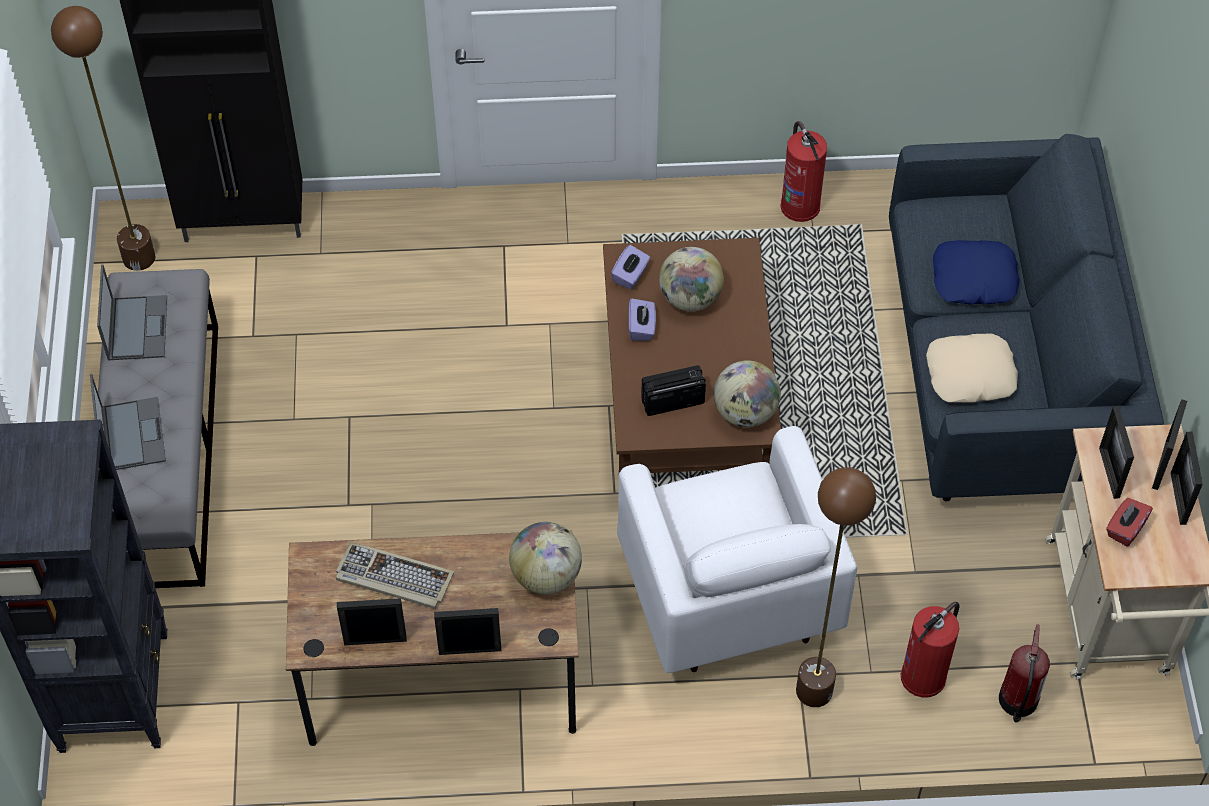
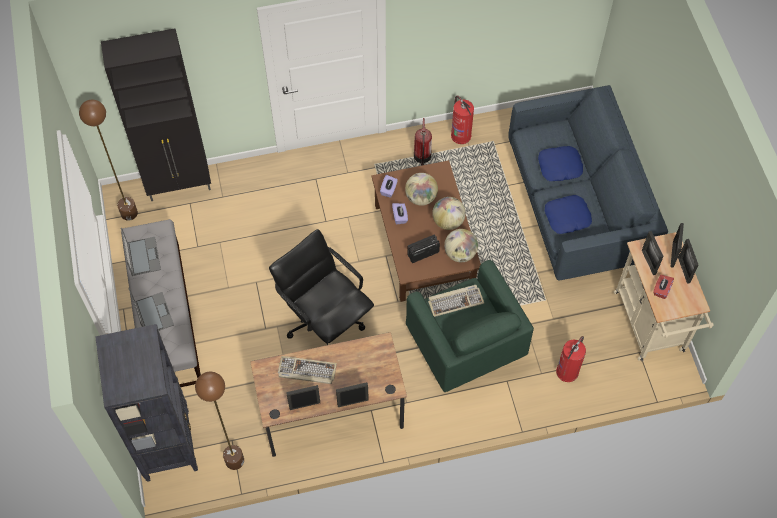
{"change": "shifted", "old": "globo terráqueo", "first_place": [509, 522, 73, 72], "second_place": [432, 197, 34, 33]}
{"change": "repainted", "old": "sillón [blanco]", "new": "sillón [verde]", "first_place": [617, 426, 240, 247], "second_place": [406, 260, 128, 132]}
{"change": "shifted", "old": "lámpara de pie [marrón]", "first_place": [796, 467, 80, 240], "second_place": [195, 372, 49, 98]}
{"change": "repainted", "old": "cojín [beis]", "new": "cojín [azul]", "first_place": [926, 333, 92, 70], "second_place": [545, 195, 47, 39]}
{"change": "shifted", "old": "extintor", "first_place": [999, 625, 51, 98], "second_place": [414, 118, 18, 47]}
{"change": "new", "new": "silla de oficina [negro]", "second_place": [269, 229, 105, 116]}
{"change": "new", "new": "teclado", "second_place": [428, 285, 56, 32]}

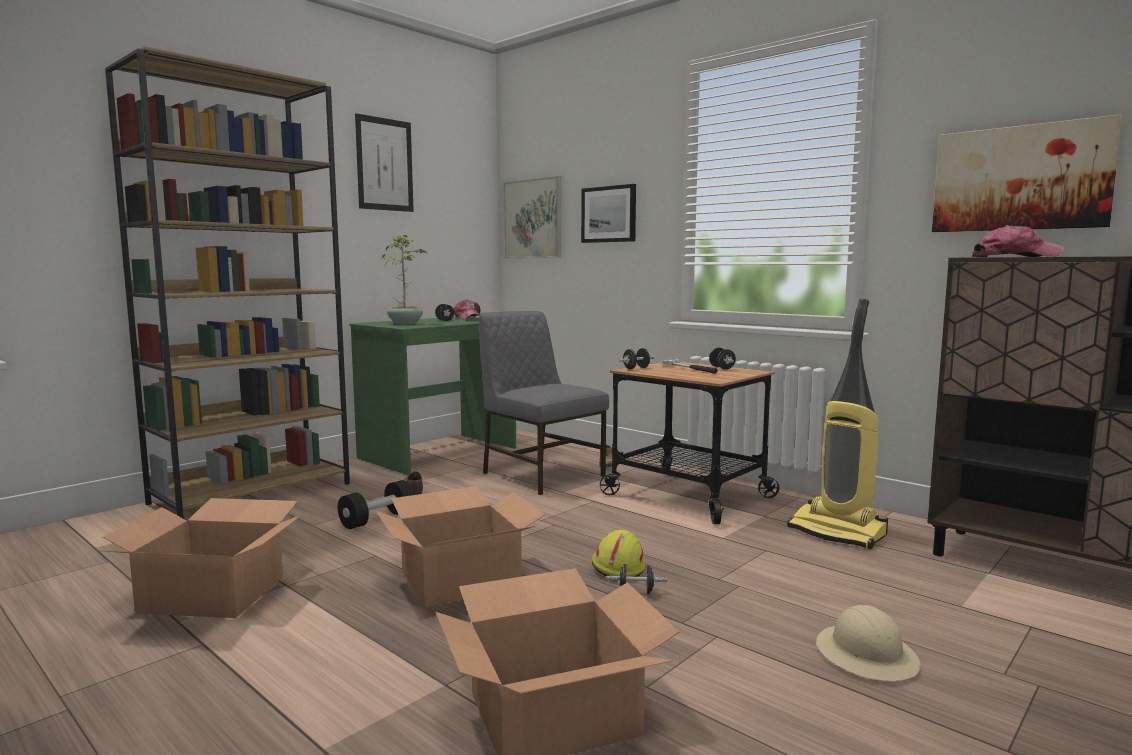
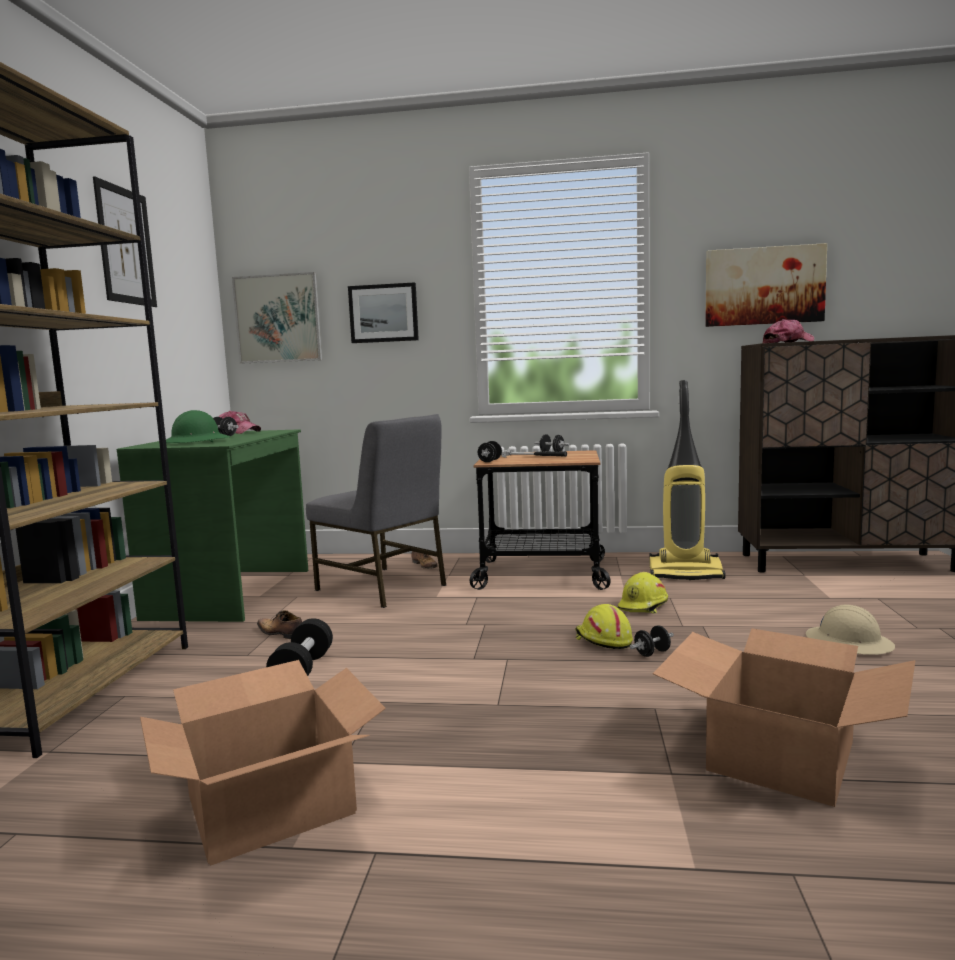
{"change": "gone", "old": "caja de cartón", "first_place": [375, 486, 170, 121]}
{"change": "swapped", "old": "planta en maceta", "new": "casco [verde]", "first_place": [382, 235, 45, 89], "second_place": [166, 410, 64, 33]}
{"change": "rotated", "old": "silla [gris]", "first_place": [479, 311, 130, 184], "second_place": [306, 414, 140, 194], "degrees": -150}
{"change": "new", "new": "casco [amarillo]", "second_place": [618, 572, 50, 42]}

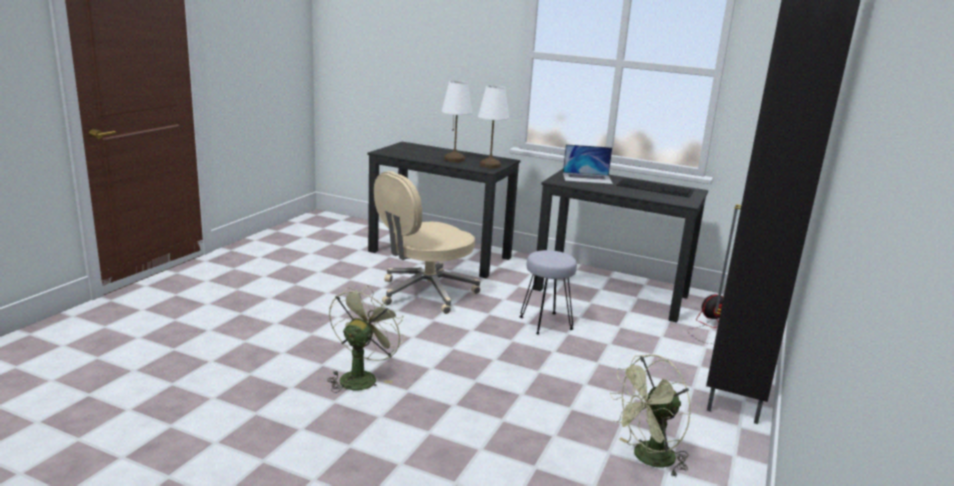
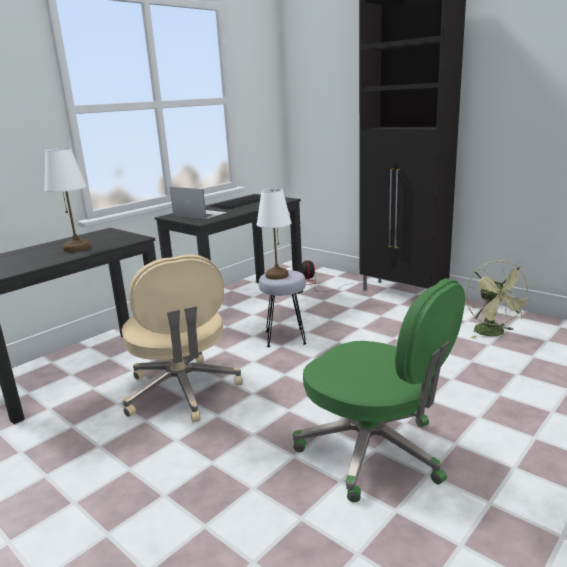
{"change": "swapped", "old": "ventilador [verde]", "new": "silla de oficina [verde]", "first_place": [327, 285, 79, 108], "second_place": [293, 278, 172, 224]}
{"change": "shifted", "old": "lámpara de mesa [blanco]", "first_place": [478, 85, 31, 83], "second_place": [257, 188, 35, 92]}
{"change": "rotated", "old": "portátil", "first_place": [563, 144, 50, 40], "second_place": [170, 187, 57, 32], "degrees": -75}

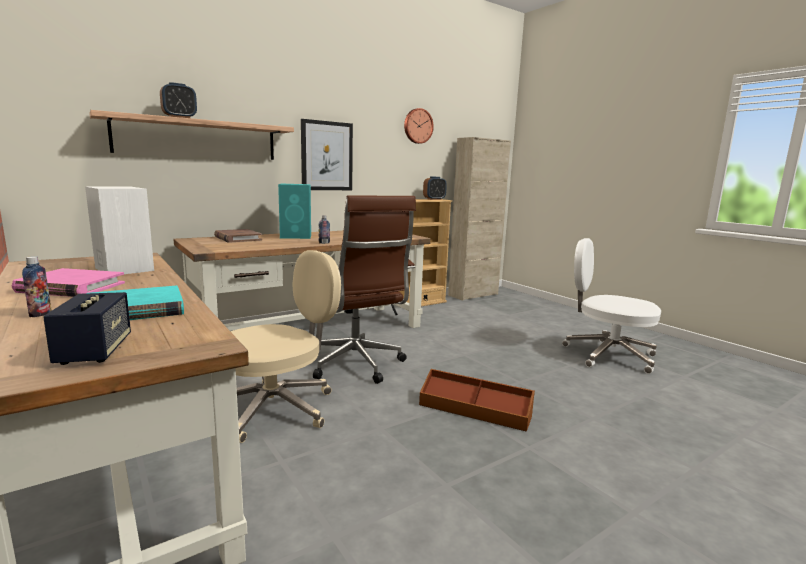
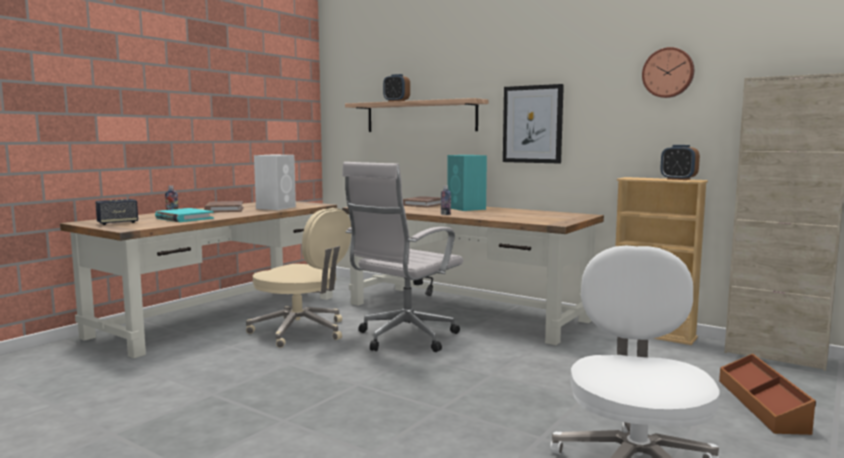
{"change": "repainted", "old": "libro [rosa]", "new": "libro [marrón]", "first_place": [12, 268, 113, 29], "second_place": [204, 201, 39, 12]}
{"change": "repainted", "old": "silla de oficina [marrón]", "new": "silla de oficina [blanco]", "first_place": [313, 195, 103, 189], "second_place": [342, 162, 121, 190]}
{"change": "shifted", "old": "caja de almacenaje [marrón]", "first_place": [419, 369, 116, 63], "second_place": [719, 354, 97, 81]}

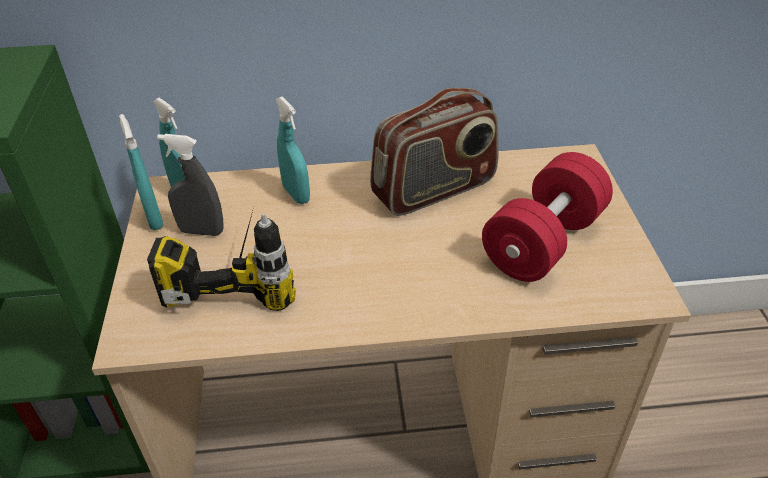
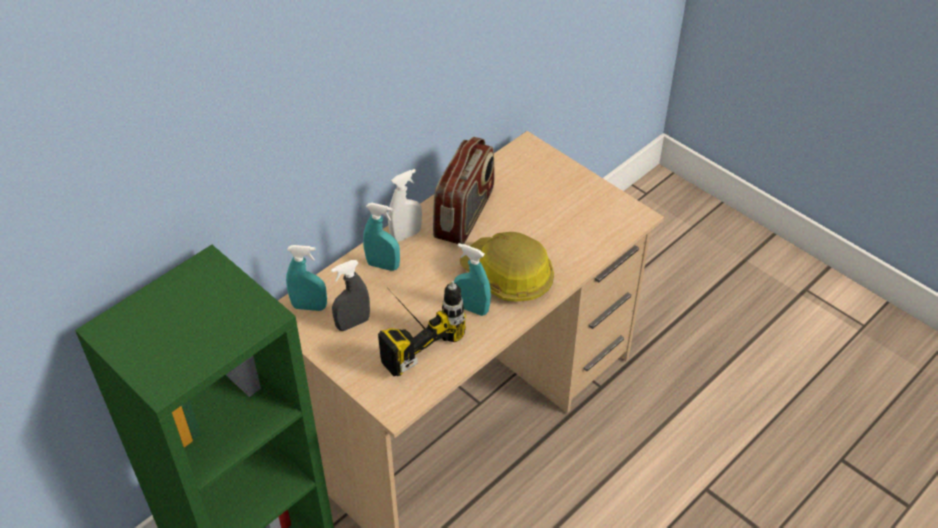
{"change": "shifted", "old": "pulverizador [turquesa]", "first_place": [119, 114, 45, 116], "second_place": [454, 243, 37, 73]}
{"change": "gone", "old": "mancuerna [rojo]", "first_place": [482, 152, 131, 130]}
{"change": "new", "new": "pulverizador [blanco]", "second_place": [388, 169, 34, 73]}
{"change": "new", "new": "casco", "second_place": [460, 232, 94, 70]}

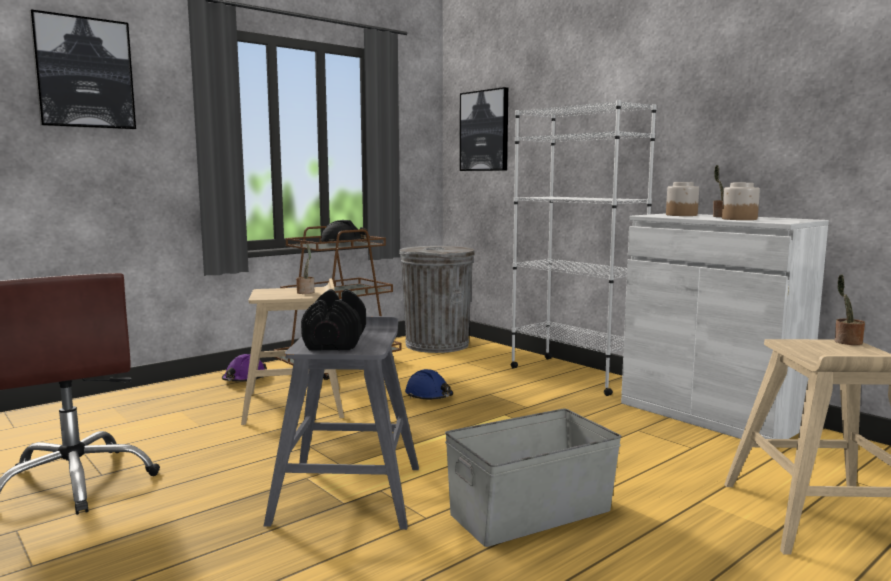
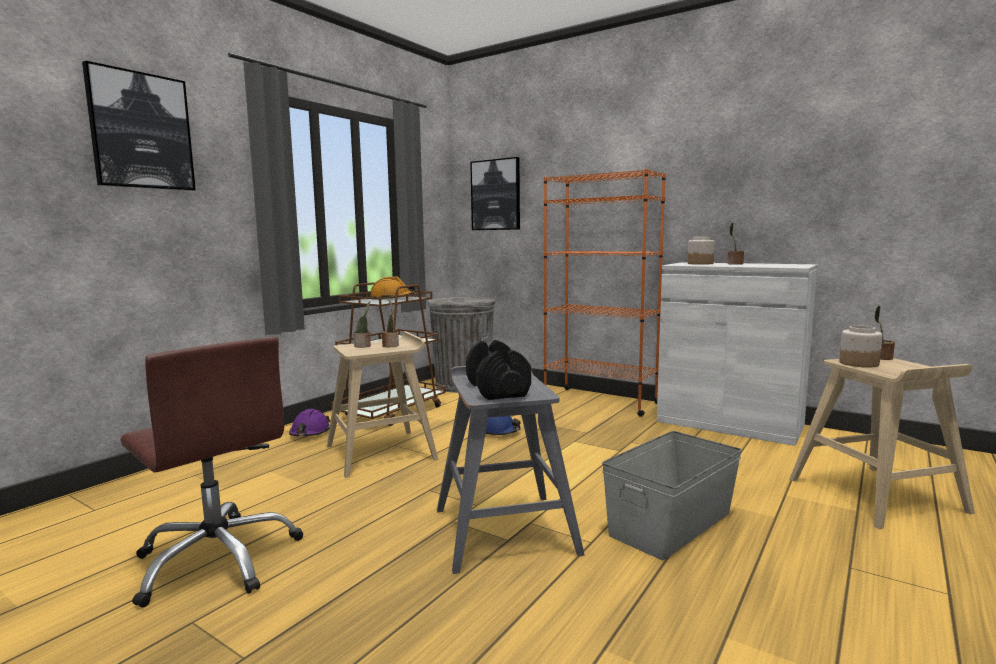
{"change": "repainted", "old": "casco [negro]", "new": "casco [naranja]", "first_place": [321, 220, 46, 24], "second_place": [370, 276, 45, 22]}
{"change": "repainted", "old": "estantería [blanco]", "new": "estantería [naranja]", "first_place": [510, 100, 147, 296], "second_place": [543, 169, 123, 248]}
{"change": "shifted", "old": "tarro", "first_place": [722, 183, 38, 37], "second_place": [839, 325, 43, 43]}
{"change": "new", "new": "planta en maceta", "second_place": [353, 301, 18, 47]}

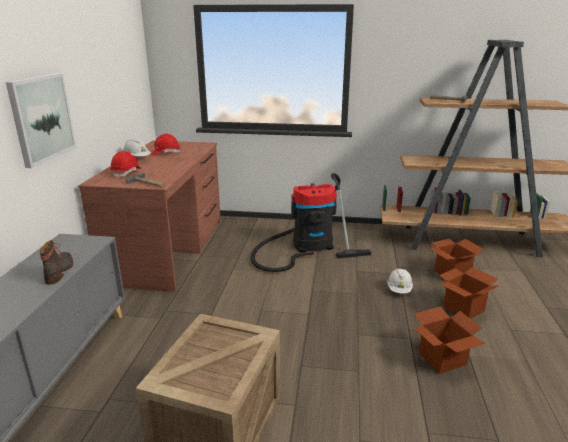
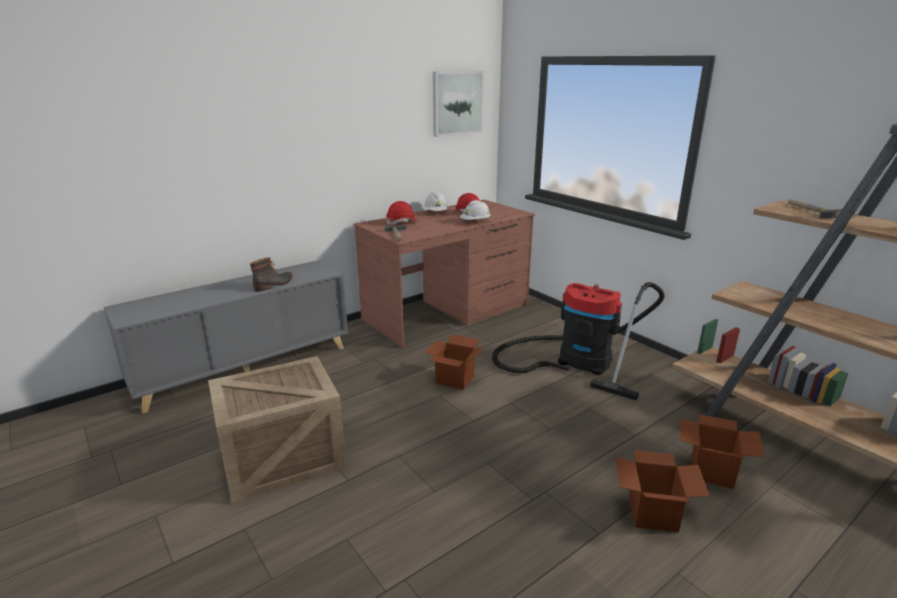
{"change": "shifted", "old": "cuadro", "first_place": [6, 73, 70, 95], "second_place": [433, 71, 51, 66]}
{"change": "shifted", "old": "casco [blanco]", "first_place": [387, 269, 26, 24], "second_place": [460, 200, 30, 20]}
{"change": "shifted", "old": "caja de cartón", "first_place": [413, 307, 73, 67], "second_place": [425, 334, 59, 56]}

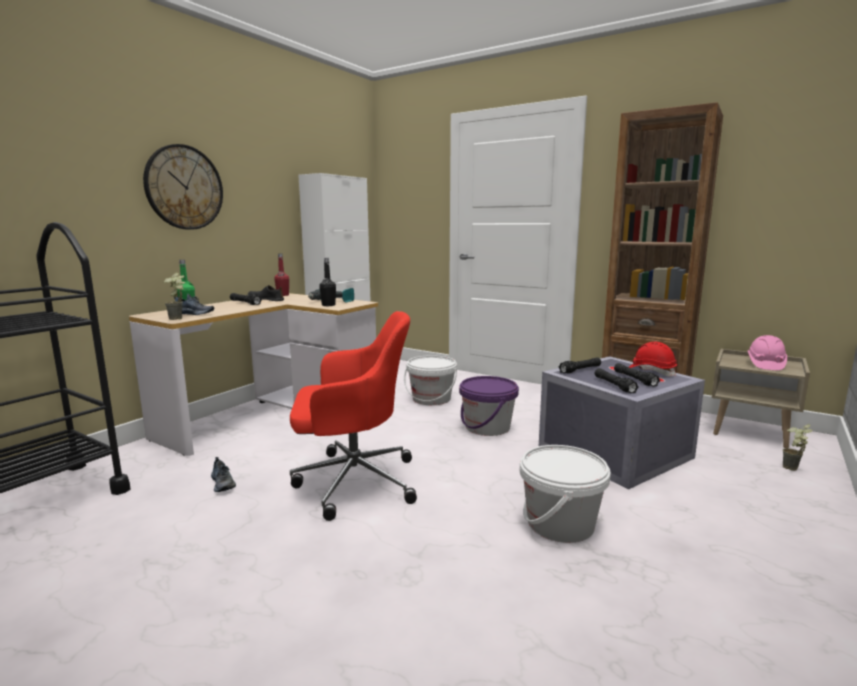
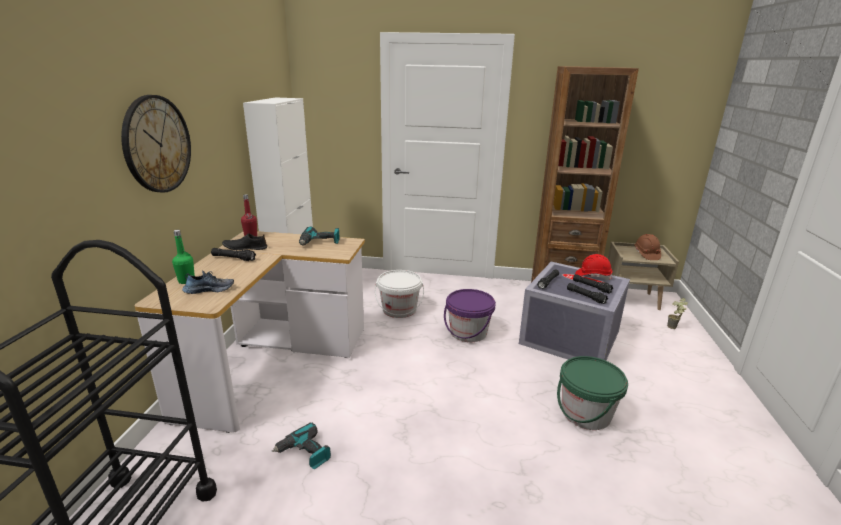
{"change": "gone", "old": "planta en maceta", "first_place": [164, 273, 21, 47]}
{"change": "swapped", "old": "zapato", "new": "taladro", "first_place": [211, 457, 25, 35], "second_place": [272, 423, 59, 46]}
{"change": "gone", "old": "silla de oficina [rojo]", "first_place": [290, 311, 127, 210]}
{"change": "gone", "old": "botella [negro]", "first_place": [319, 258, 17, 48]}
{"change": "repainted", "old": "cubo [blanco]", "new": "cubo [verde]", "first_place": [520, 445, 91, 98], "second_place": [557, 356, 71, 74]}
{"change": "repainted", "old": "casco [rosa]", "new": "casco [marrón]", "first_place": [747, 335, 40, 35], "second_place": [634, 234, 27, 26]}

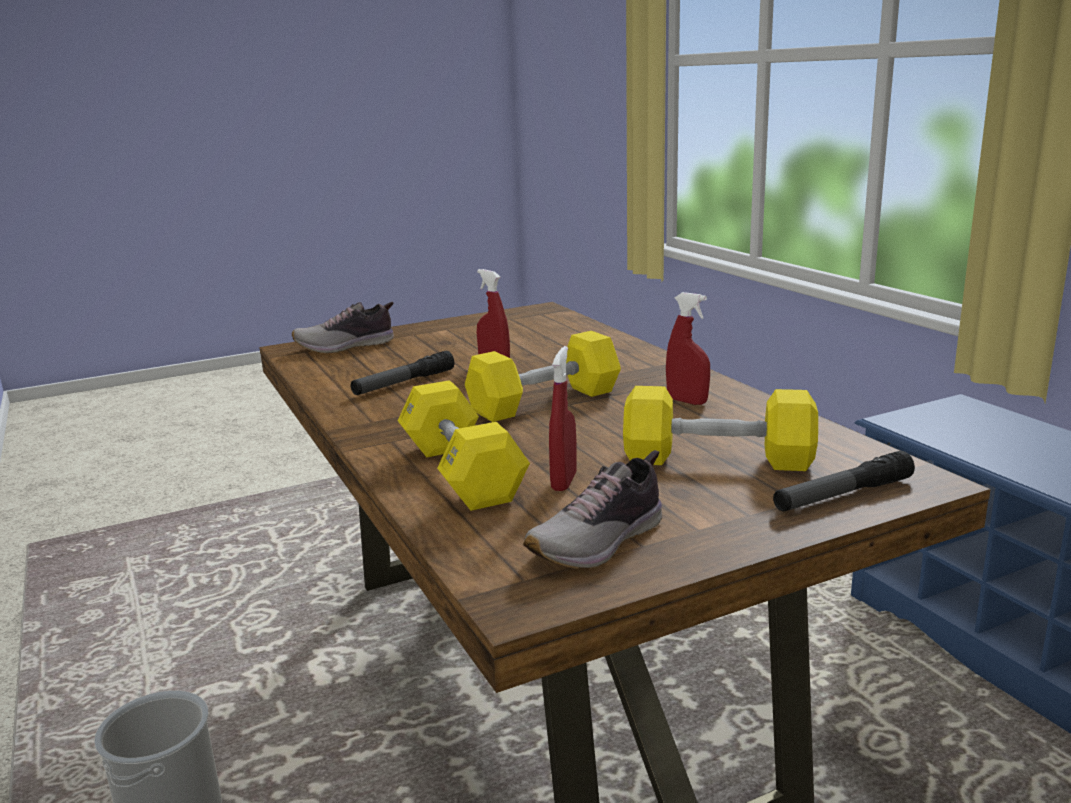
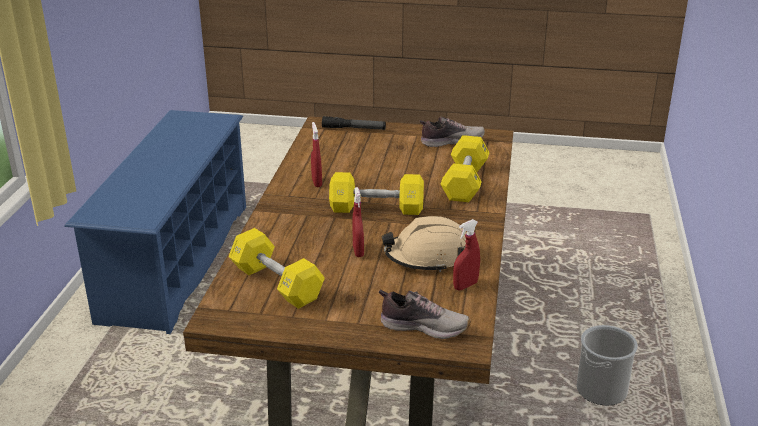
{"change": "swapped", "old": "linterna", "new": "casco [beis]", "first_place": [351, 351, 103, 44], "second_place": [382, 216, 85, 56]}
{"change": "shifted", "old": "pulverizador [rojo]", "first_place": [549, 346, 28, 145], "second_place": [453, 219, 27, 71]}
{"change": "shifted", "old": "mancuerna [amarillo]", "first_place": [623, 386, 195, 85], "second_place": [228, 228, 97, 81]}

